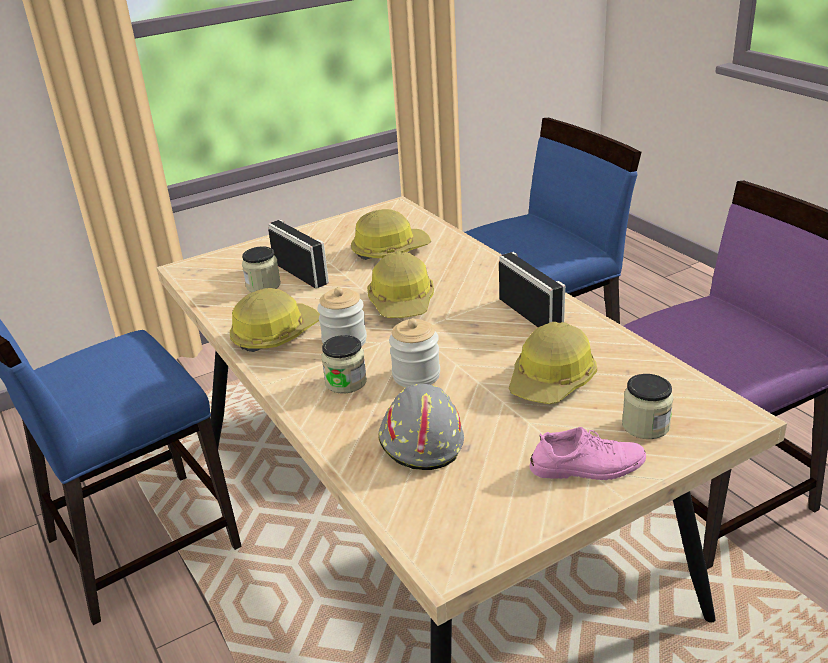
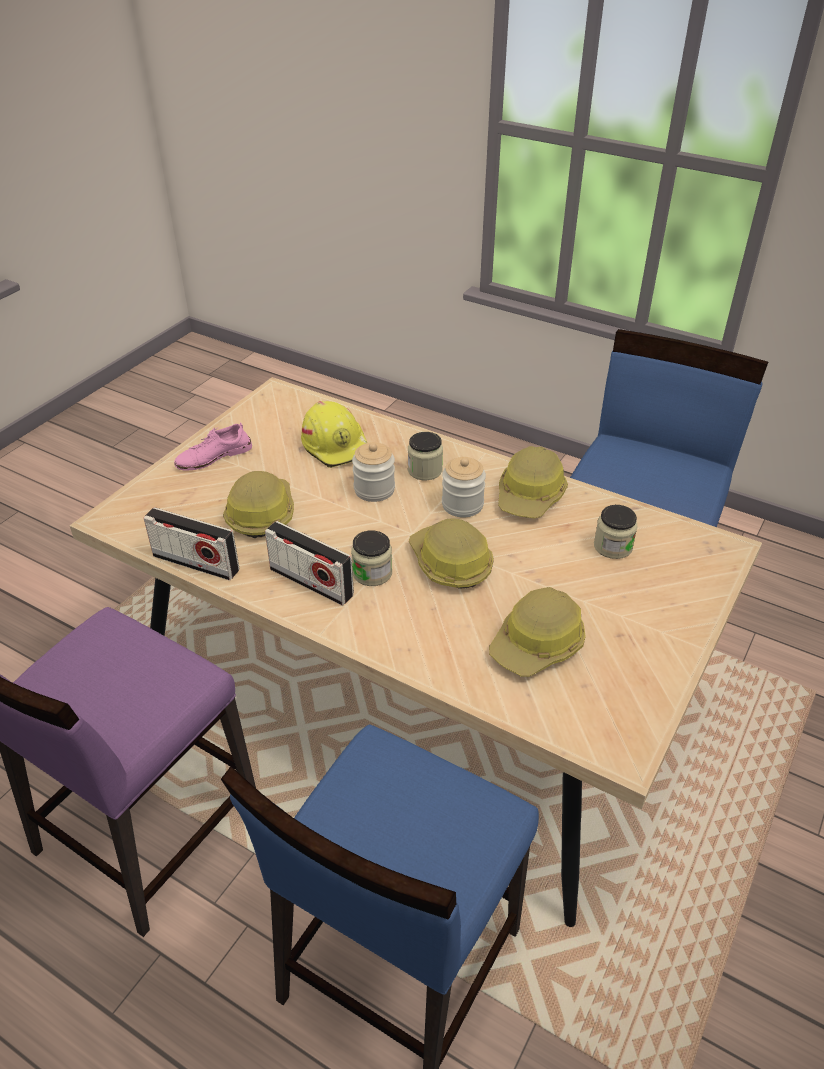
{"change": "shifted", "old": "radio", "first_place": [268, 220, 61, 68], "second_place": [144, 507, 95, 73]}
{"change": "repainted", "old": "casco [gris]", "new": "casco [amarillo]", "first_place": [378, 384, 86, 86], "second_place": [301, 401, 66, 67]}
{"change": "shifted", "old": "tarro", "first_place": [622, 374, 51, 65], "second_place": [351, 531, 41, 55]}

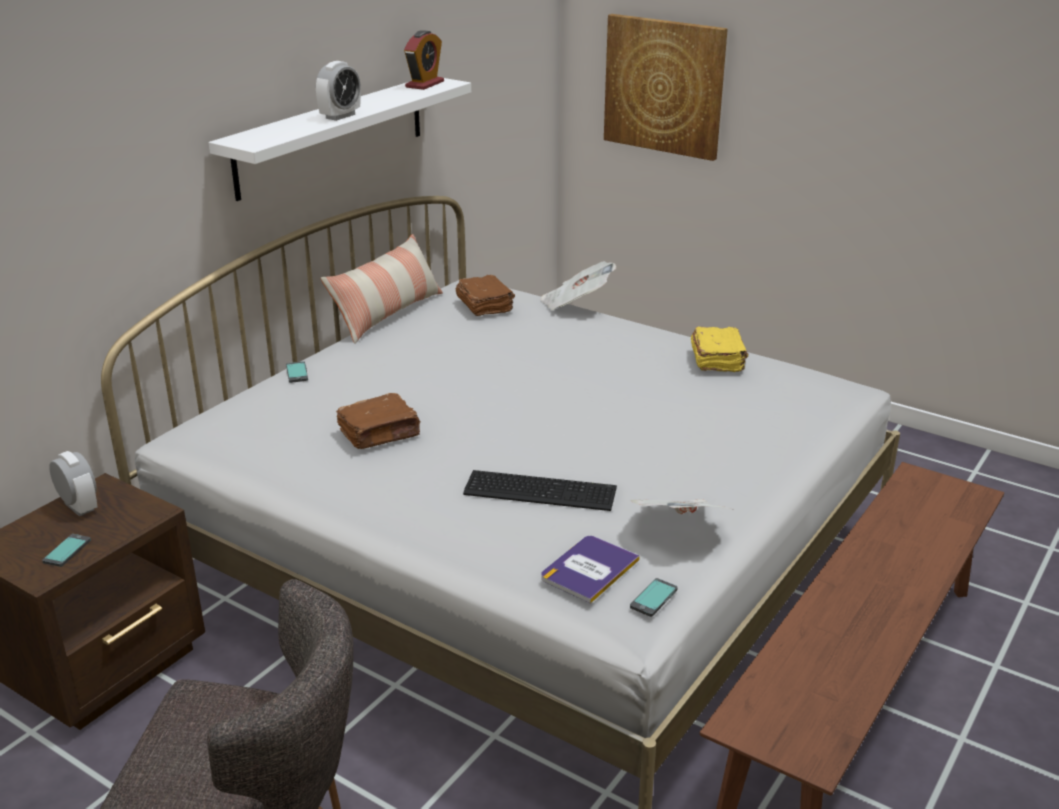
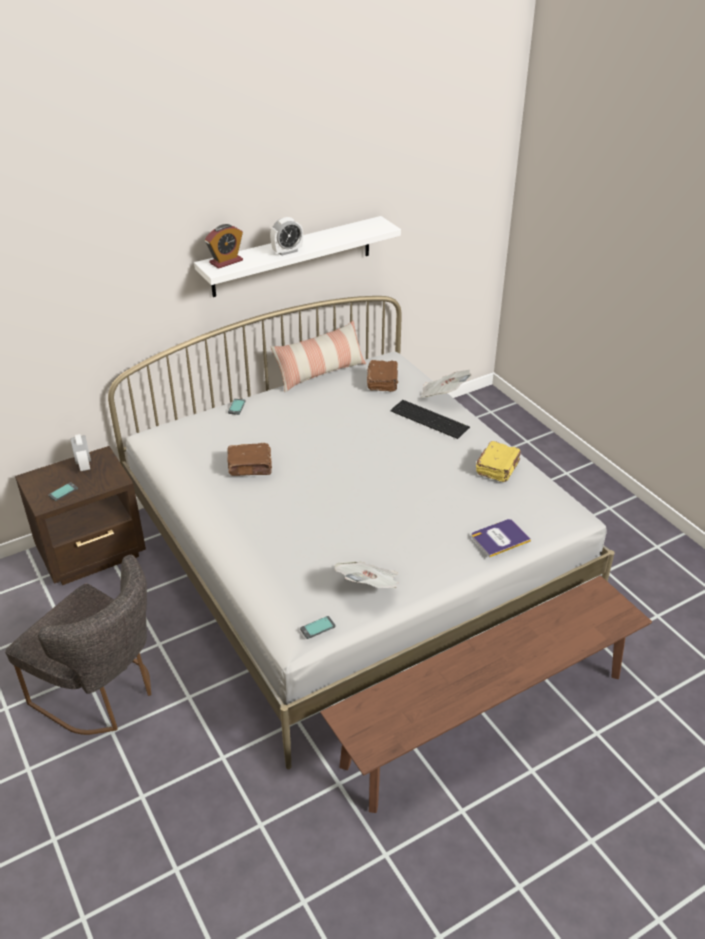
{"change": "shifted", "old": "despertador", "first_place": [404, 30, 40, 60], "second_place": [205, 224, 38, 45]}
{"change": "shifted", "old": "teclado", "first_place": [463, 470, 154, 41], "second_place": [391, 400, 79, 39]}
{"change": "shifted", "old": "libro", "first_place": [541, 536, 99, 68], "second_place": [471, 519, 60, 38]}
{"change": "gone", "old": "cuadro", "first_place": [604, 14, 124, 147]}

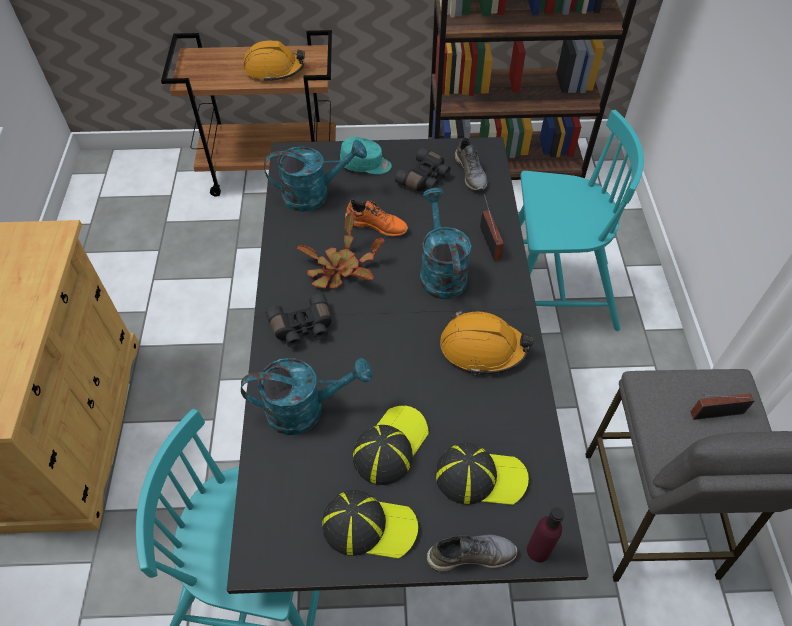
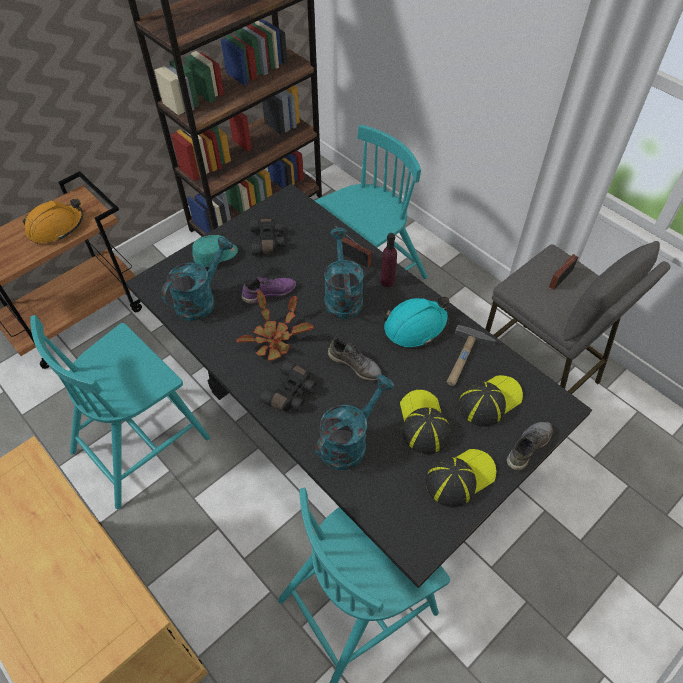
{"change": "repainted", "old": "zapato [naranja]", "new": "zapato [morado]", "first_place": [345, 199, 63, 38], "second_place": [241, 276, 55, 28]}
{"change": "rotated", "old": "regadera [turquesa]", "first_place": [420, 188, 51, 112], "second_place": [324, 228, 40, 91], "degrees": 45}
{"change": "repainted", "old": "casco [naranja]", "new": "casco [turquesa]", "first_place": [440, 310, 94, 65], "second_place": [383, 297, 66, 50]}
{"change": "shifted", "old": "zapato [gris]", "first_place": [455, 137, 32, 54], "second_place": [328, 338, 54, 43]}
{"change": "shifted", "old": "botella [morado]", "first_place": [527, 507, 37, 55], "second_place": [381, 233, 16, 54]}
{"change": "new", "new": "silla [turquesa]", "second_place": [30, 315, 180, 194]}
{"change": "new", "new": "martillo", "second_place": [447, 325, 49, 61]}

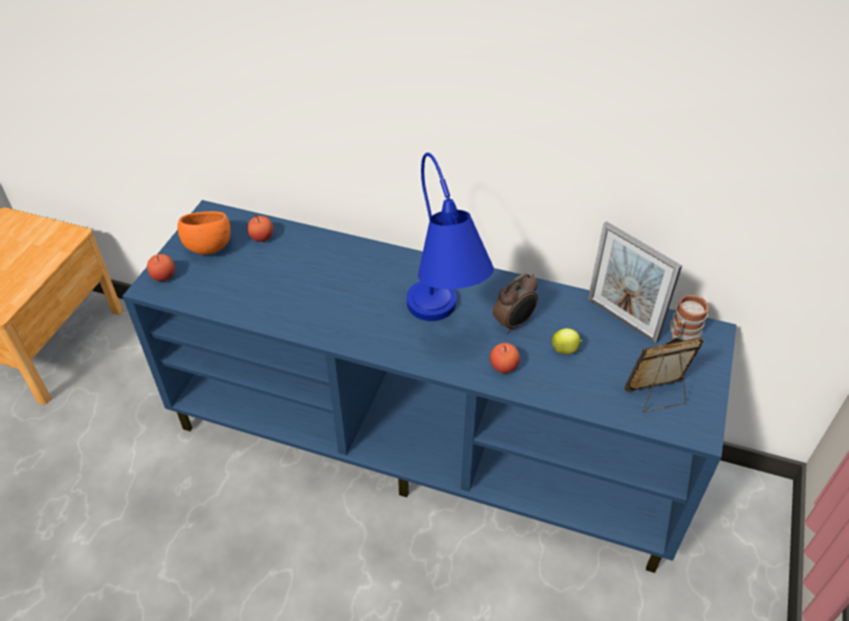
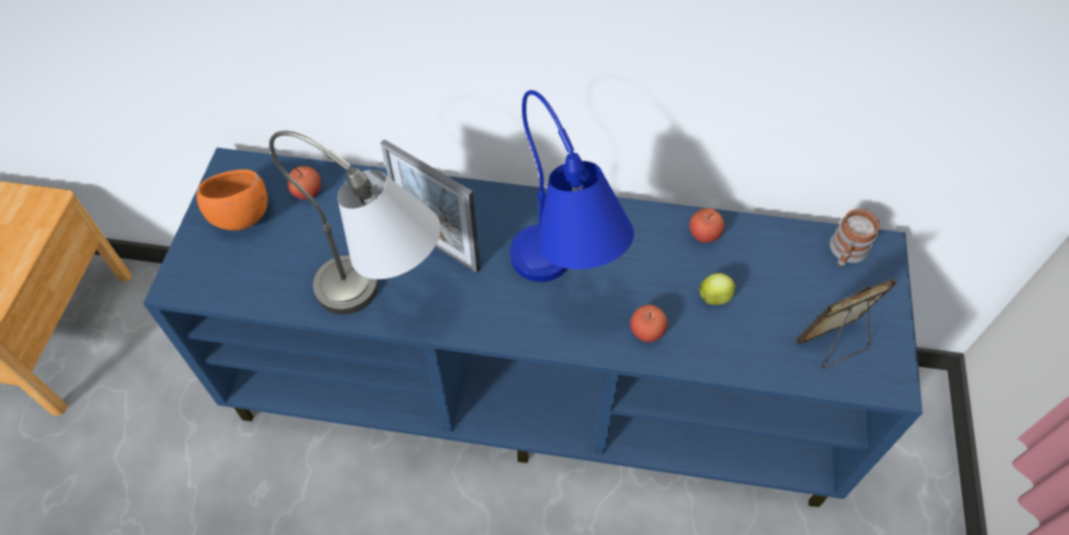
{"change": "shifted", "old": "manzana", "first_place": [147, 254, 28, 27], "second_place": [689, 208, 36, 35]}
{"change": "gone", "old": "despertador", "first_place": [493, 273, 45, 60]}
{"change": "shifted", "old": "portarretratos", "first_place": [588, 221, 94, 122], "second_place": [381, 139, 99, 134]}
{"change": "new", "new": "lámpara de mesa [gris]", "second_place": [269, 131, 172, 183]}

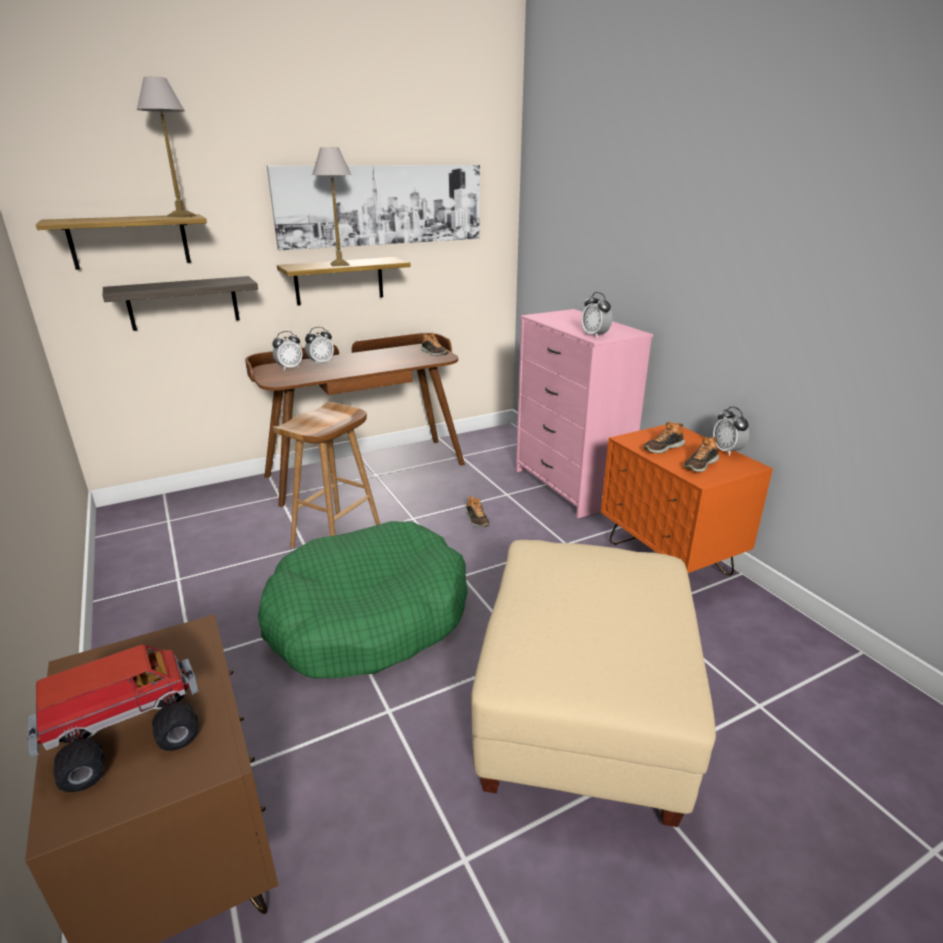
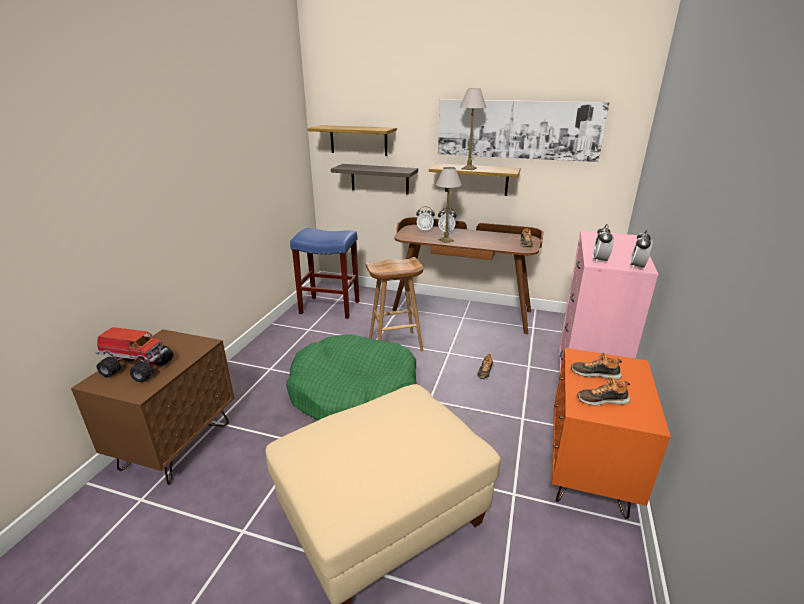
{"change": "shifted", "old": "lámpara de mesa", "first_place": [137, 77, 59, 140], "second_place": [436, 167, 26, 76]}
{"change": "shifted", "old": "despertador", "first_place": [713, 407, 36, 49], "second_place": [630, 229, 23, 40]}
{"change": "new", "new": "taburete [azul]", "second_place": [290, 228, 69, 91]}

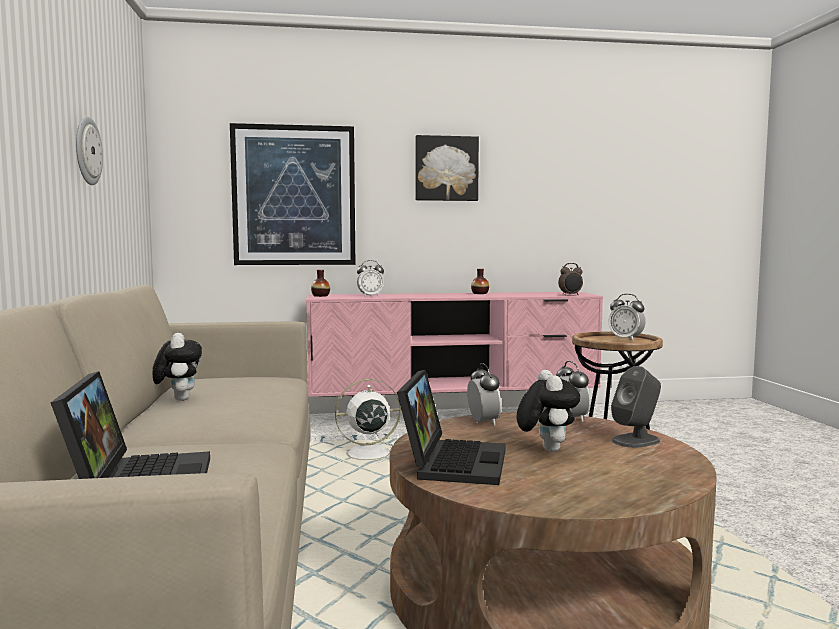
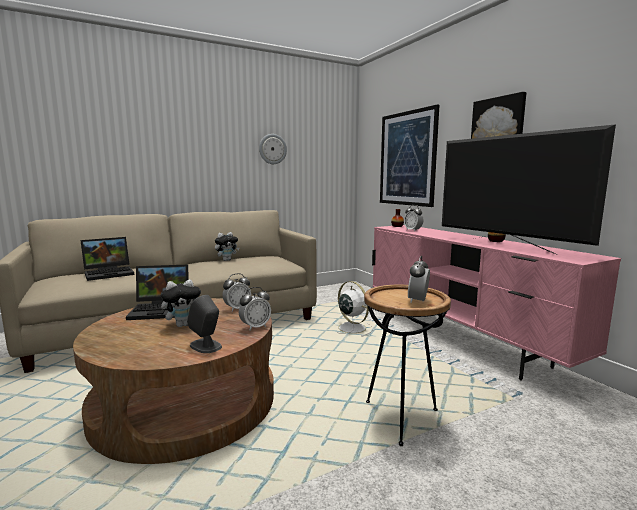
{"change": "gone", "old": "despertador", "first_place": [558, 263, 25, 32]}
{"change": "new", "new": "televisor", "second_place": [442, 124, 174, 130]}

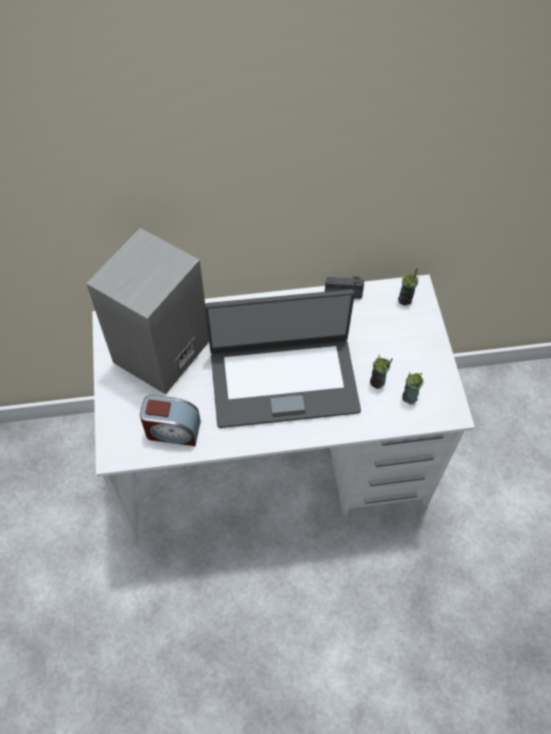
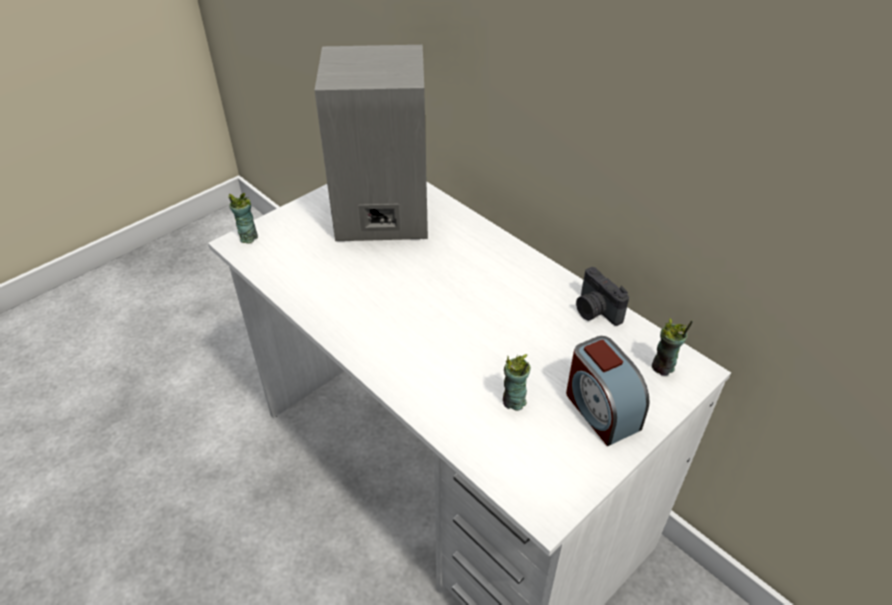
{"change": "shifted", "old": "despertador", "first_place": [140, 395, 61, 51], "second_place": [566, 336, 84, 110]}
{"change": "gone", "old": "portátil", "first_place": [205, 289, 156, 139]}
{"change": "shifted", "old": "taza", "first_place": [402, 373, 22, 31], "second_place": [228, 193, 30, 51]}

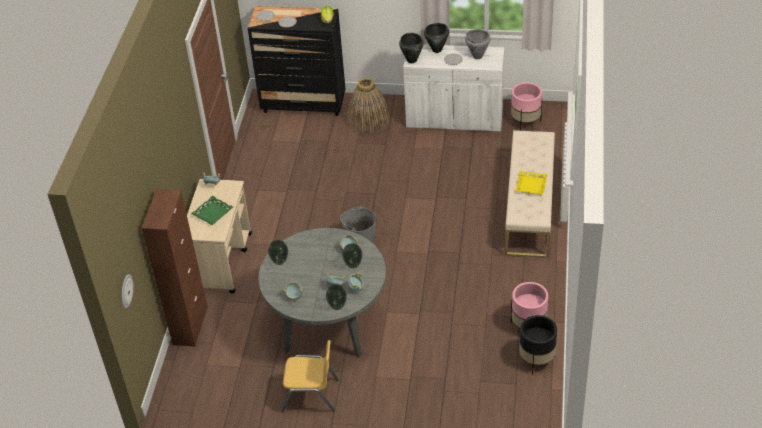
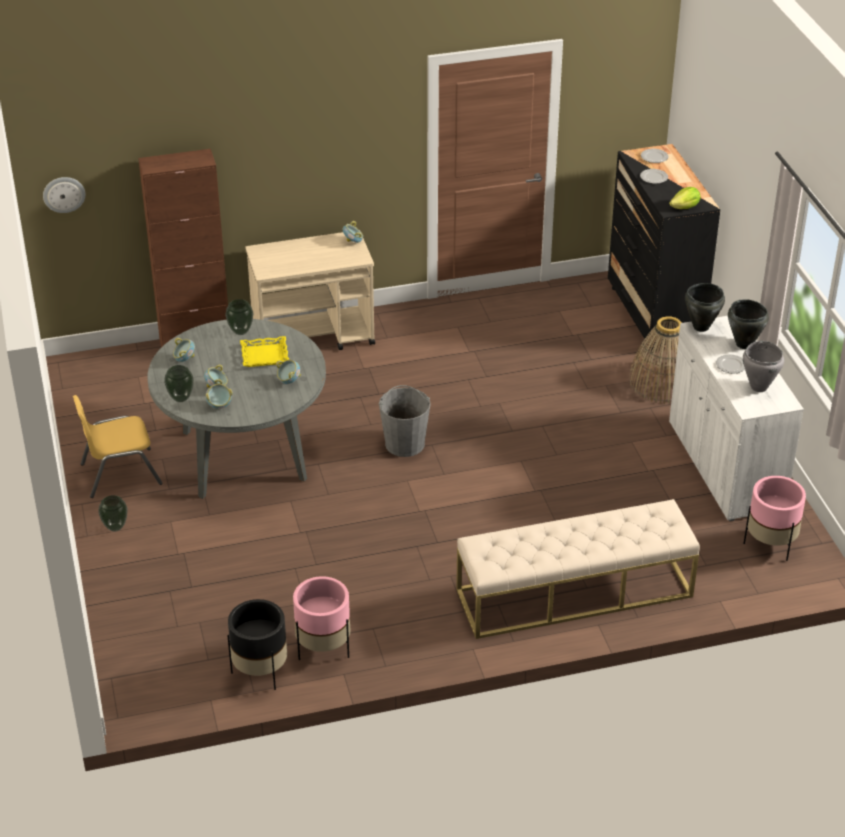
{"change": "gone", "old": "bandeja [verde]", "first_place": [191, 196, 42, 29]}
{"change": "rotated", "old": "silla [amarillo]", "first_place": [281, 340, 58, 72], "second_place": [73, 395, 90, 103], "degrees": 90}
{"change": "shifted", "old": "florero", "first_place": [342, 243, 21, 26], "second_place": [98, 495, 30, 36]}
{"change": "shifted", "old": "bandeja [amarillo]", "first_place": [515, 171, 33, 24], "second_place": [240, 336, 49, 31]}

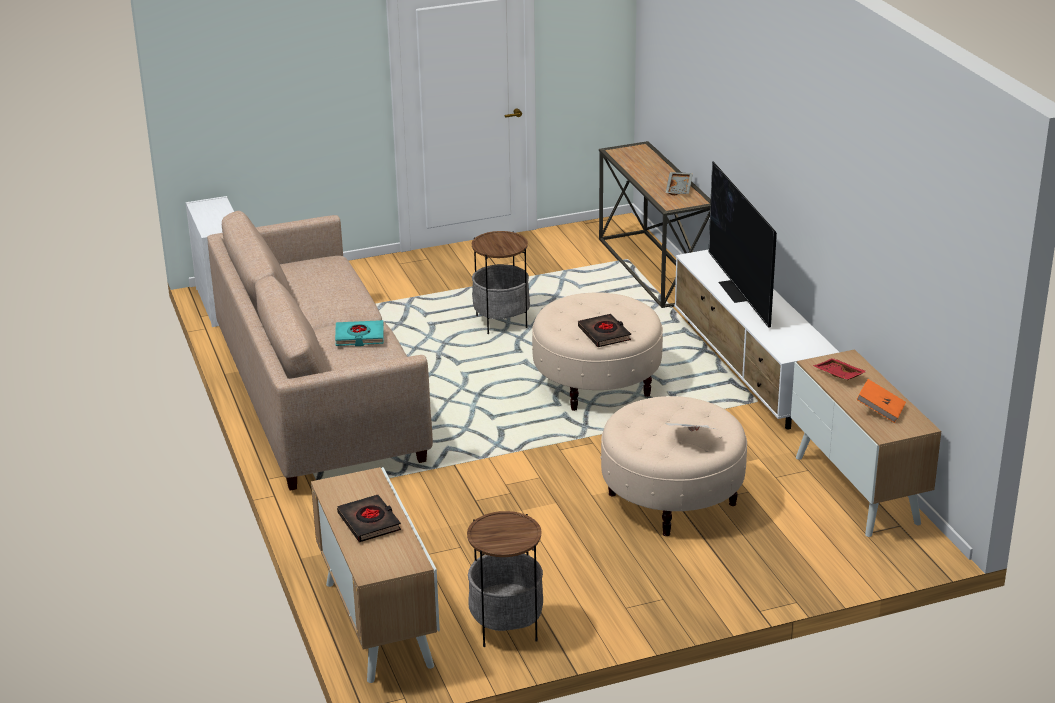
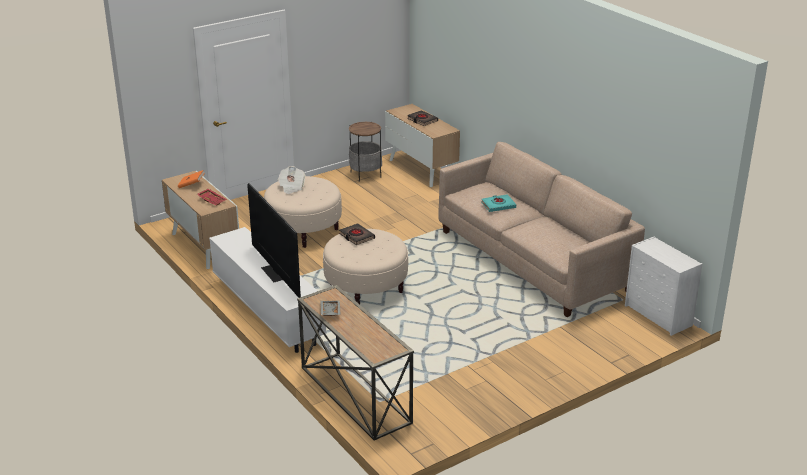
{"change": "gone", "old": "mesa auxiliar", "first_place": [472, 231, 58, 103]}

